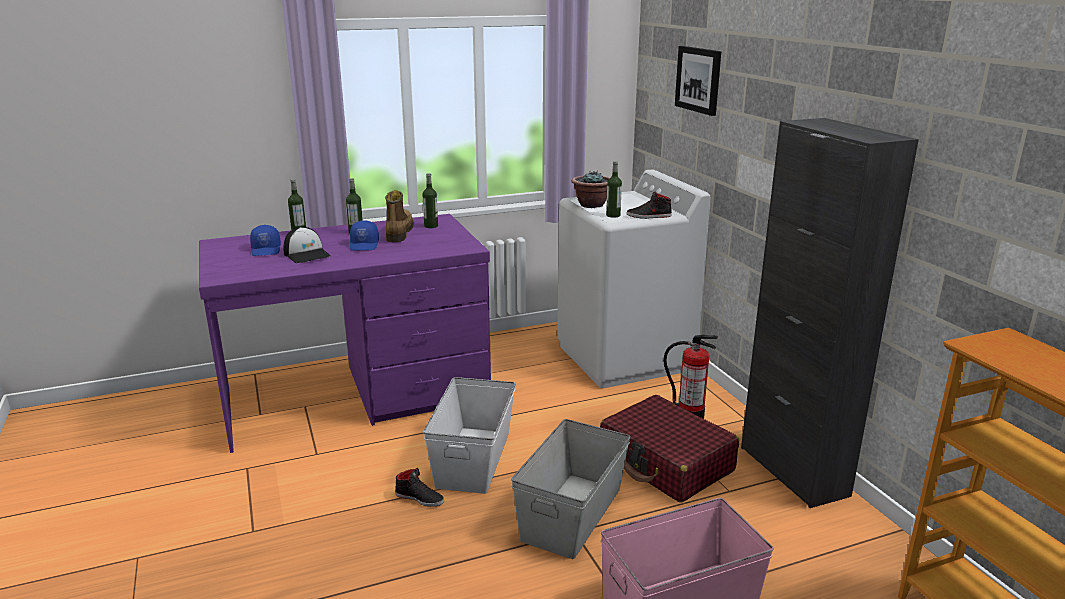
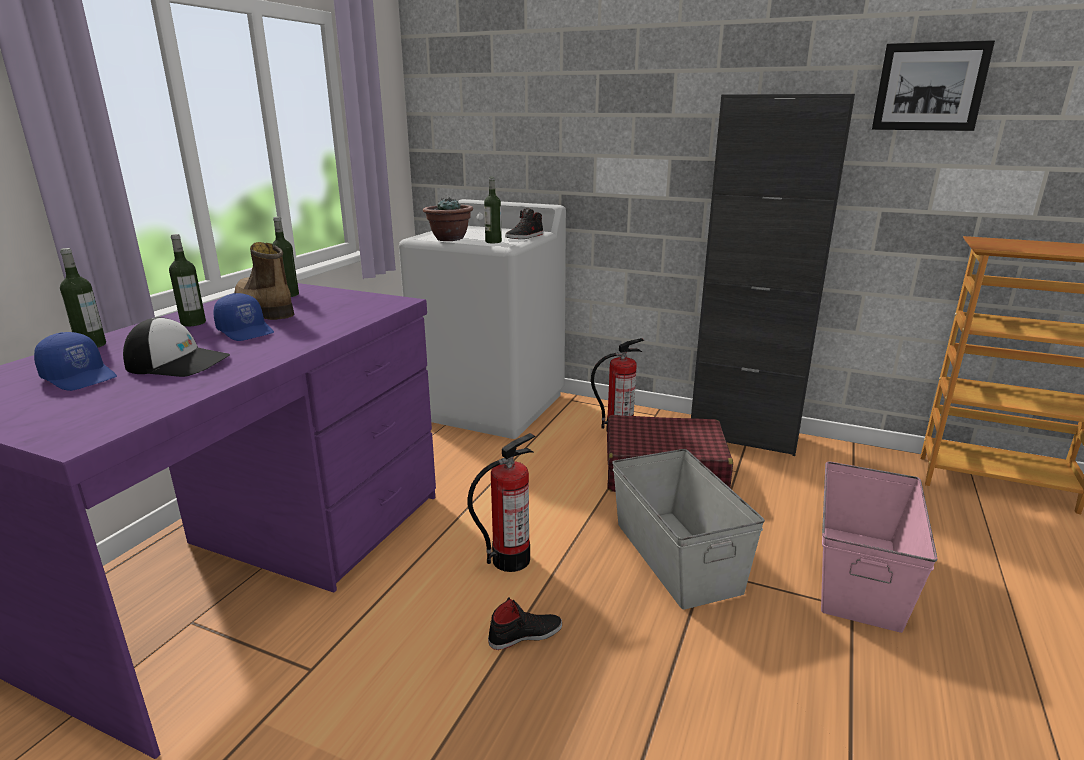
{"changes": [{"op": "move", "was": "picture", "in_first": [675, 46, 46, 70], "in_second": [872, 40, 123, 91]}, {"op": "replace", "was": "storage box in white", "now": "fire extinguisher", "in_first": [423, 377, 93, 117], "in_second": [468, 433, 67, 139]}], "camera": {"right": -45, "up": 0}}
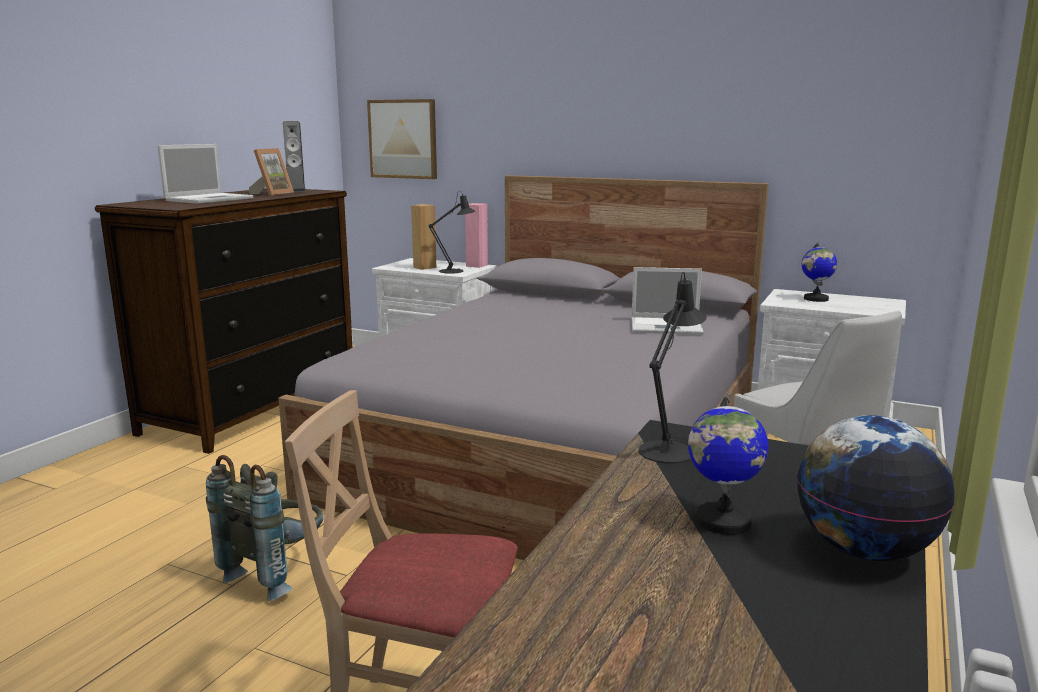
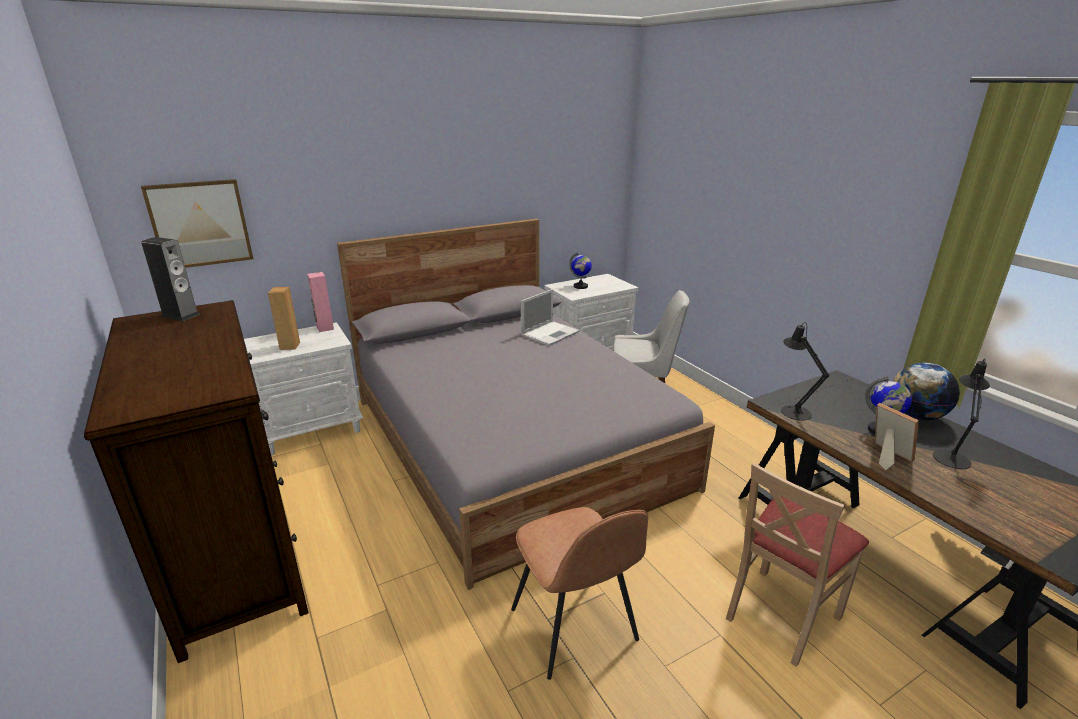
{"changes": [{"op": "delete", "was": "laptop", "in_first": [158, 144, 95, 60]}, {"op": "move", "was": "picture frame", "in_first": [249, 148, 45, 48], "in_second": [875, 403, 44, 67]}, {"op": "move", "was": "table lamp in black", "in_first": [429, 191, 46, 83], "in_second": [933, 359, 57, 110]}, {"op": "replace", "was": "backpack in grey", "now": "chair in brown", "in_first": [206, 455, 117, 146], "in_second": [511, 507, 137, 173]}], "camera": {"right": -55, "up": 10}}
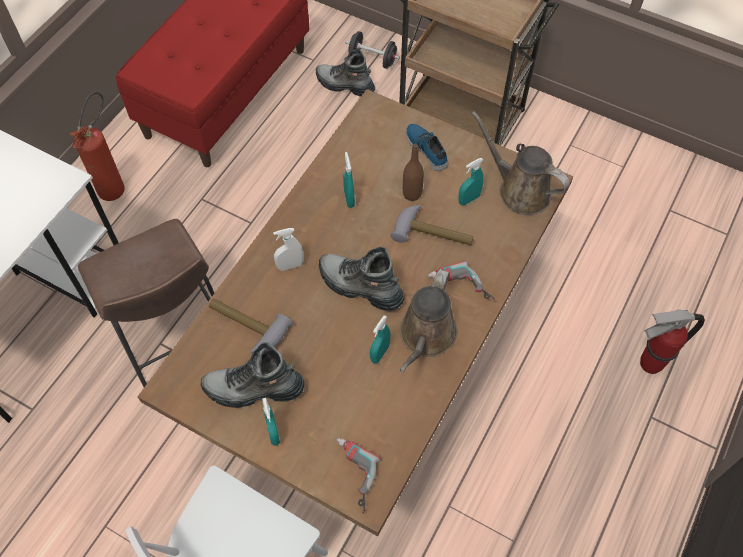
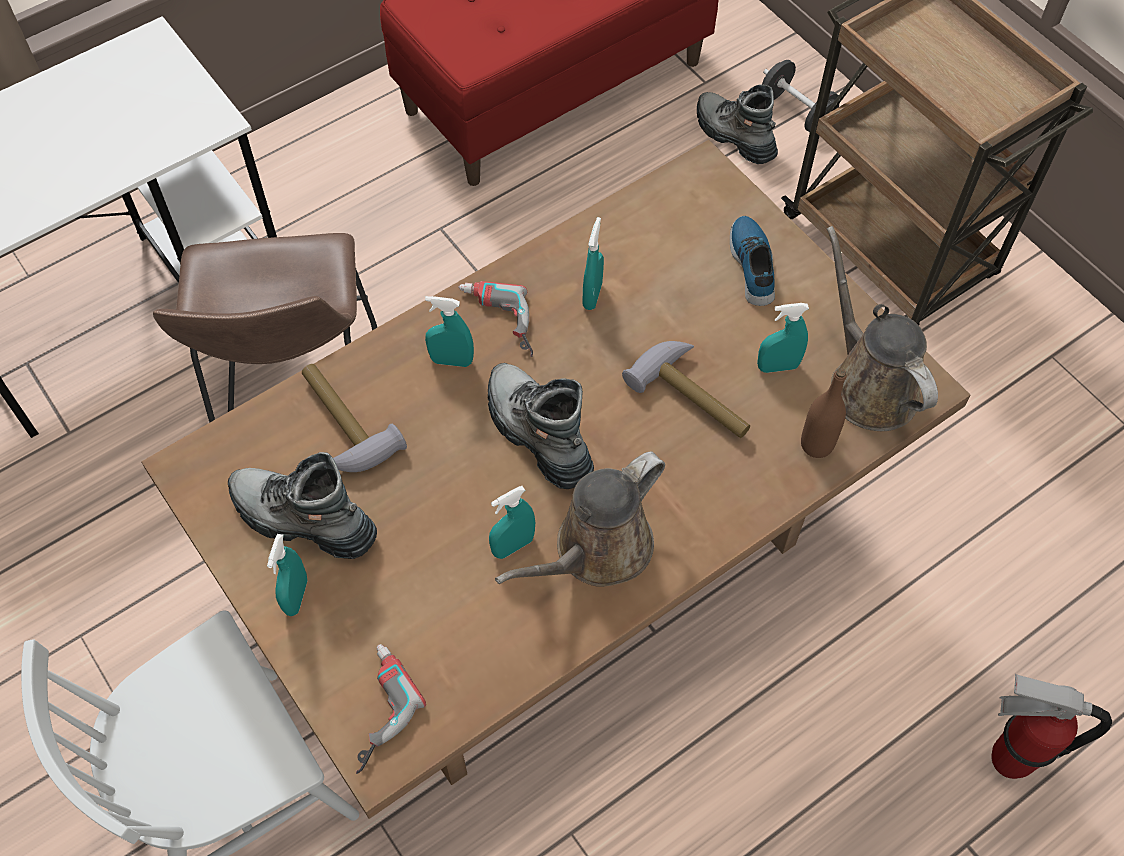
{"changes": [{"op": "delete", "was": "fire extinguisher", "in_first": [70, 91, 55, 110]}, {"op": "move", "was": "bottle in brown", "in_first": [403, 144, 21, 57], "in_second": [801, 368, 46, 90]}, {"op": "recolor", "was": "spray bottle in white", "now": "spray bottle in turquoise", "in_first": [273, 228, 30, 43], "in_second": [425, 296, 49, 71]}, {"op": "move", "was": "power drill", "in_first": [428, 261, 67, 40], "in_second": [459, 281, 74, 76]}], "camera": {"right": 25, "up": 0}}
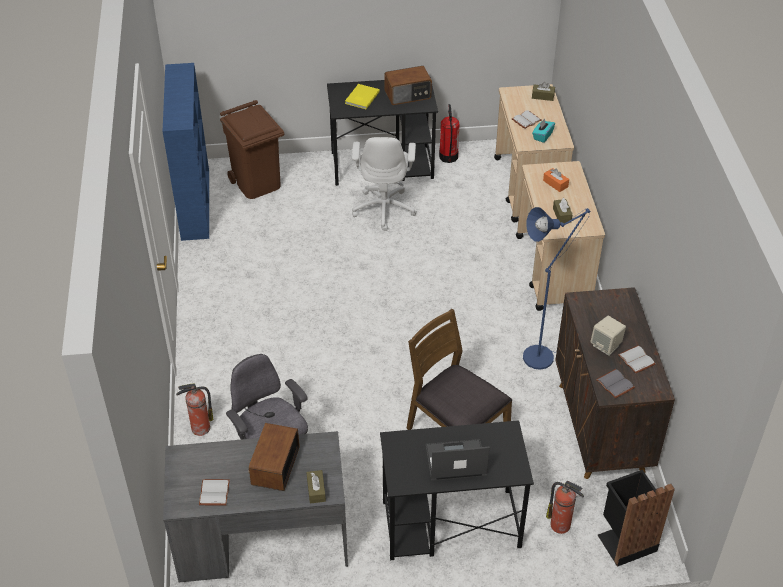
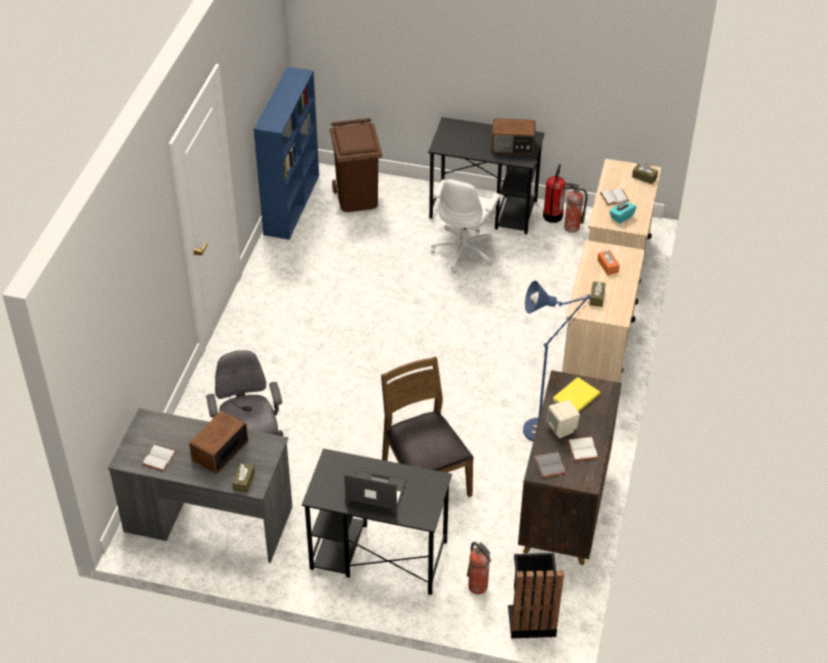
{"changes": [{"op": "move", "was": "book in yellow", "in_first": [345, 84, 35, 25], "in_second": [553, 377, 47, 35]}, {"op": "move", "was": "fire extinguisher", "in_first": [176, 383, 37, 53], "in_second": [562, 183, 26, 50]}], "camera": {"right": 20, "up": 0}}
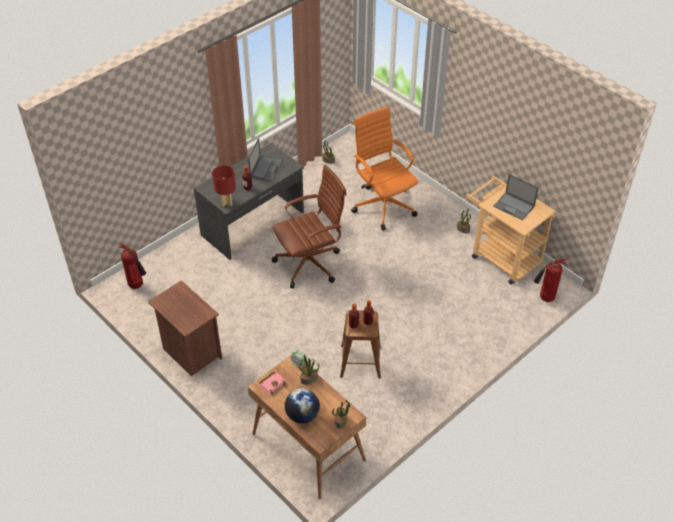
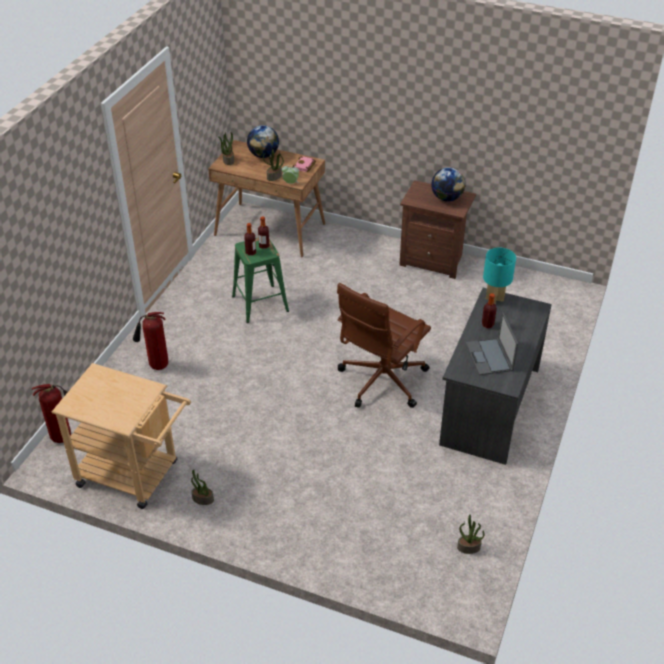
{"changes": [{"op": "delete", "was": "office chair in orange", "in_first": [351, 107, 67, 123]}, {"op": "recolor", "was": "table lamp in red", "now": "table lamp in turquoise", "in_first": [212, 165, 24, 42], "in_second": [483, 248, 33, 57]}, {"op": "delete", "was": "laptop", "in_first": [493, 174, 46, 46]}, {"op": "move", "was": "fire extinguisher", "in_first": [118, 242, 28, 47], "in_second": [133, 312, 35, 58]}, {"op": "recolor", "was": "stool in brown", "now": "stool in green", "in_first": [340, 310, 41, 69], "in_second": [232, 238, 57, 85]}, {"op": "insert", "now": "globe", "in_second": [431, 167, 34, 35]}], "camera": {"right": 155, "up": -5}}
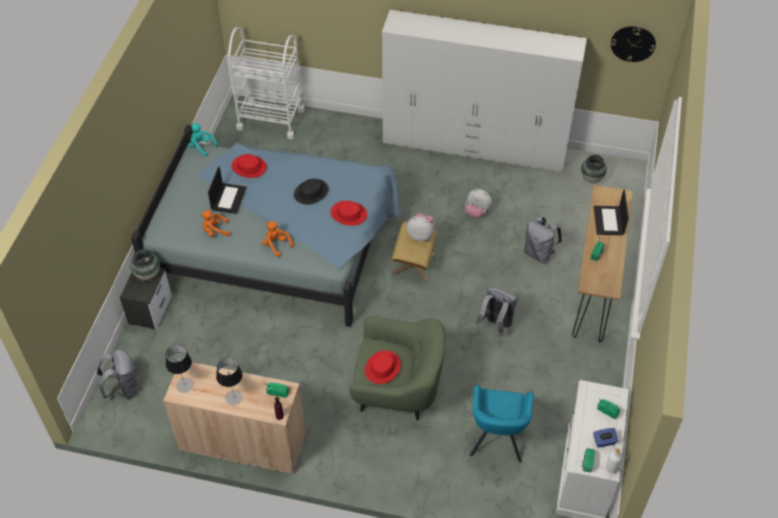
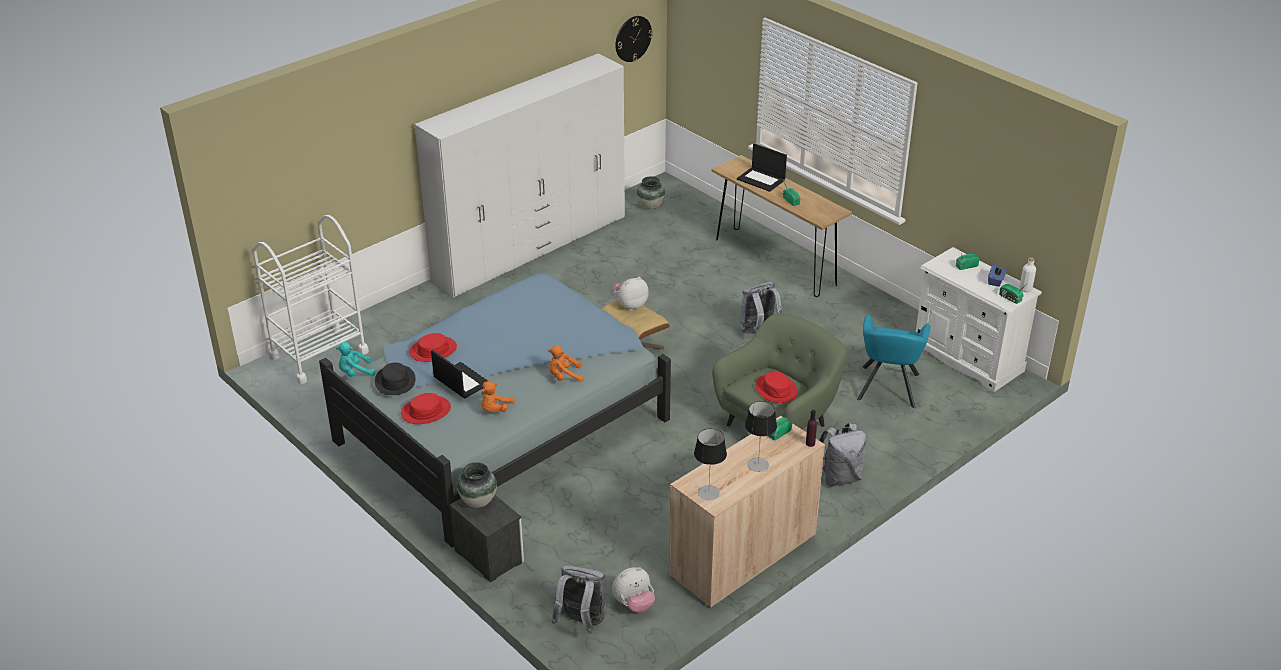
{"changes": [{"op": "move", "was": "hat in black", "in_first": [294, 179, 35, 26], "in_second": [375, 363, 41, 32]}, {"op": "move", "was": "plush toy", "in_first": [465, 189, 27, 29], "in_second": [612, 567, 43, 46]}, {"op": "move", "was": "hat in red", "in_first": [331, 201, 36, 25], "in_second": [401, 393, 50, 31]}, {"op": "move", "was": "backpack in grey", "in_first": [524, 216, 38, 47], "in_second": [819, 423, 47, 63]}, {"op": "rotate", "was": "armchair in turquoise", "in_first": [470, 385, 64, 78], "in_second": [857, 315, 73, 93], "clockwise": 60}], "camera": {"right": -55, "up": -15}}
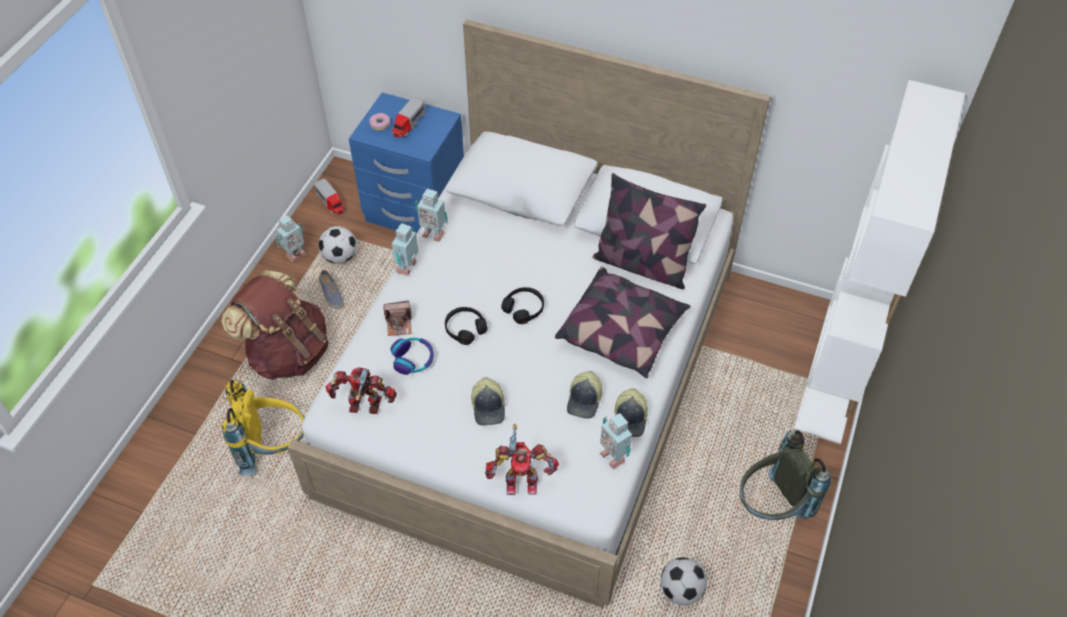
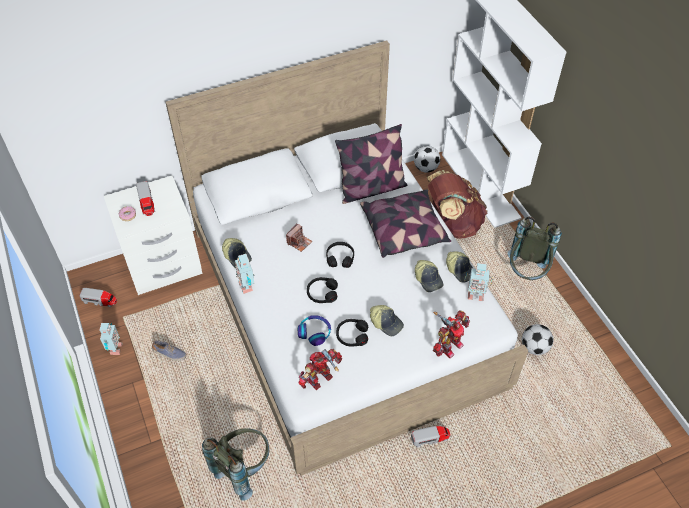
{"changes": [{"op": "recolor", "was": "nightstand in blue", "now": "nightstand in white", "in_first": [349, 92, 115, 142], "in_second": [104, 176, 99, 119]}, {"op": "replace", "was": "toy robot", "now": "cap", "in_first": [415, 189, 33, 53], "in_second": [222, 238, 30, 30]}, {"op": "move", "was": "football", "in_first": [319, 226, 38, 38], "in_second": [414, 146, 26, 27]}, {"op": "move", "was": "backpack in brown", "in_first": [221, 270, 107, 110], "in_second": [427, 170, 61, 69]}, {"op": "move", "was": "photo camera", "in_first": [383, 300, 29, 36], "in_second": [286, 223, 26, 29]}, {"op": "recolor", "was": "backpack in yellow", "now": "backpack in grey", "in_first": [221, 379, 84, 97], "in_second": [202, 428, 67, 73]}, {"op": "insert", "now": "headphones in black", "in_second": [336, 319, 32, 28]}, {"op": "insert", "now": "toy truck", "in_second": [411, 426, 39, 22]}], "camera": {"right": -45, "up": 0}}
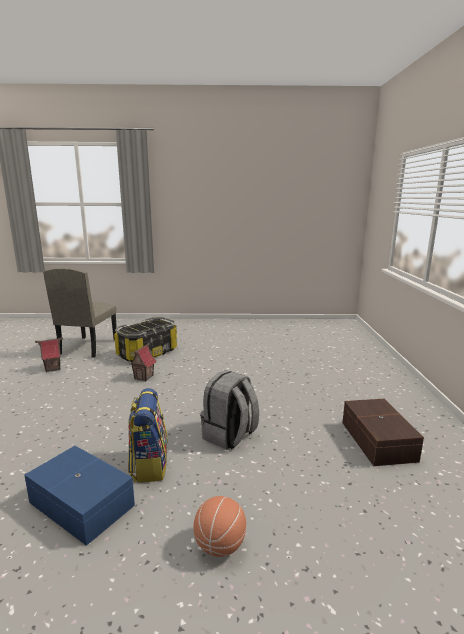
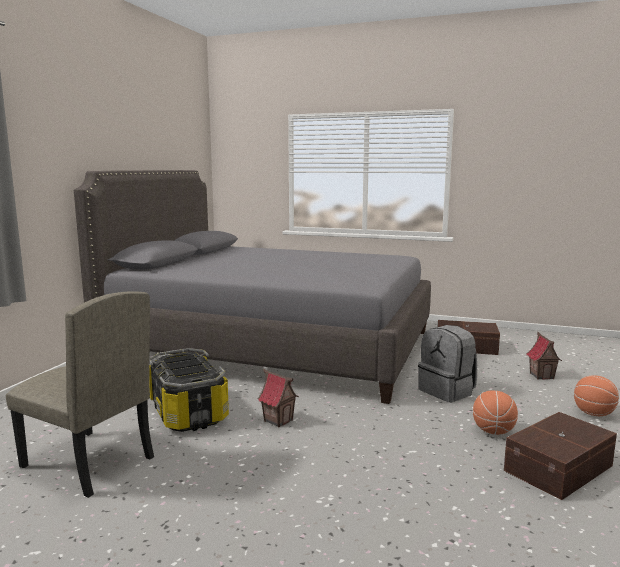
{"changes": [{"op": "move", "was": "toy house", "in_first": [35, 338, 28, 34], "in_second": [526, 332, 36, 48]}, {"op": "replace", "was": "backpack", "now": "basketball", "in_first": [128, 388, 40, 95], "in_second": [473, 390, 45, 45]}, {"op": "recolor", "was": "storage box in blue", "now": "storage box in brown", "in_first": [24, 446, 111, 100], "in_second": [504, 412, 113, 88]}, {"op": "insert", "now": "bed in grey", "in_second": [73, 170, 358, 234]}], "camera": {"right": -70, "up": -5}}
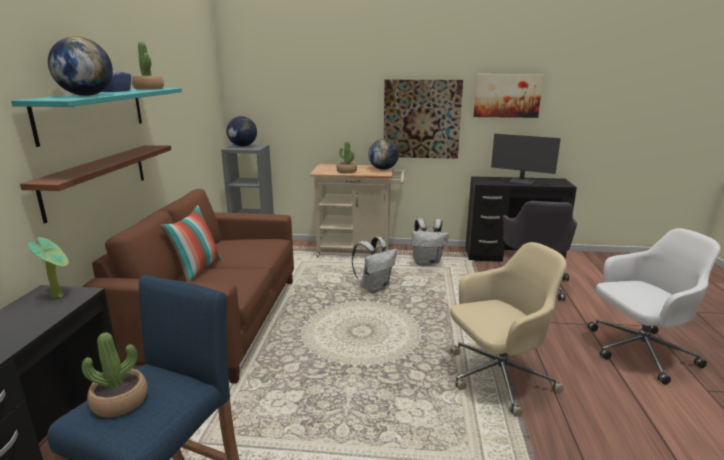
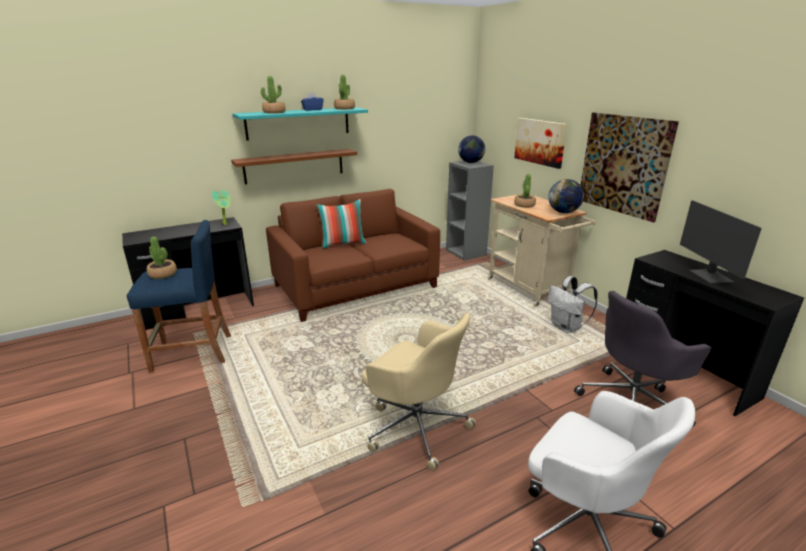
{"changes": [{"op": "replace", "was": "globe", "now": "potted plant", "in_first": [48, 37, 65, 59], "in_second": [261, 76, 25, 38]}, {"op": "move", "was": "picture", "in_first": [473, 74, 70, 44], "in_second": [514, 118, 53, 51]}, {"op": "delete", "was": "backpack in white", "in_first": [352, 237, 45, 56]}], "camera": {"right": 55, "up": 5}}
